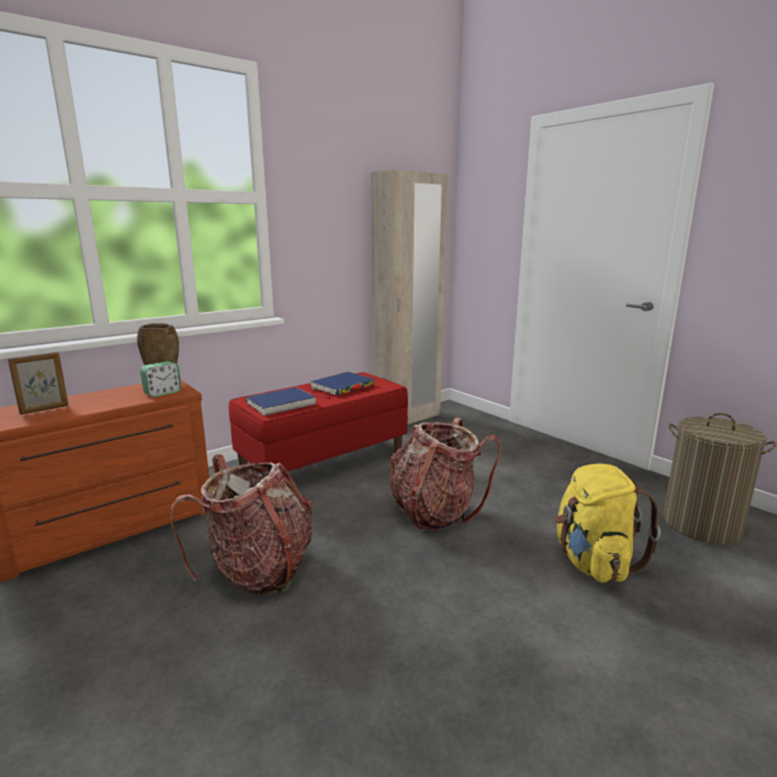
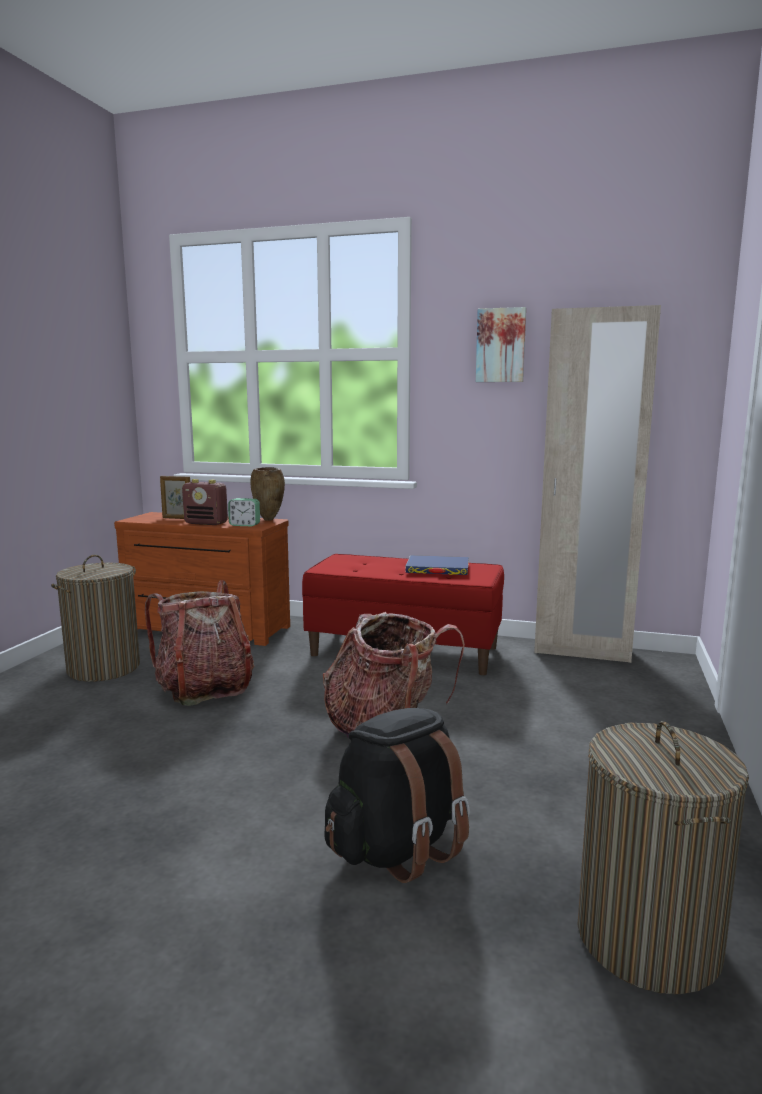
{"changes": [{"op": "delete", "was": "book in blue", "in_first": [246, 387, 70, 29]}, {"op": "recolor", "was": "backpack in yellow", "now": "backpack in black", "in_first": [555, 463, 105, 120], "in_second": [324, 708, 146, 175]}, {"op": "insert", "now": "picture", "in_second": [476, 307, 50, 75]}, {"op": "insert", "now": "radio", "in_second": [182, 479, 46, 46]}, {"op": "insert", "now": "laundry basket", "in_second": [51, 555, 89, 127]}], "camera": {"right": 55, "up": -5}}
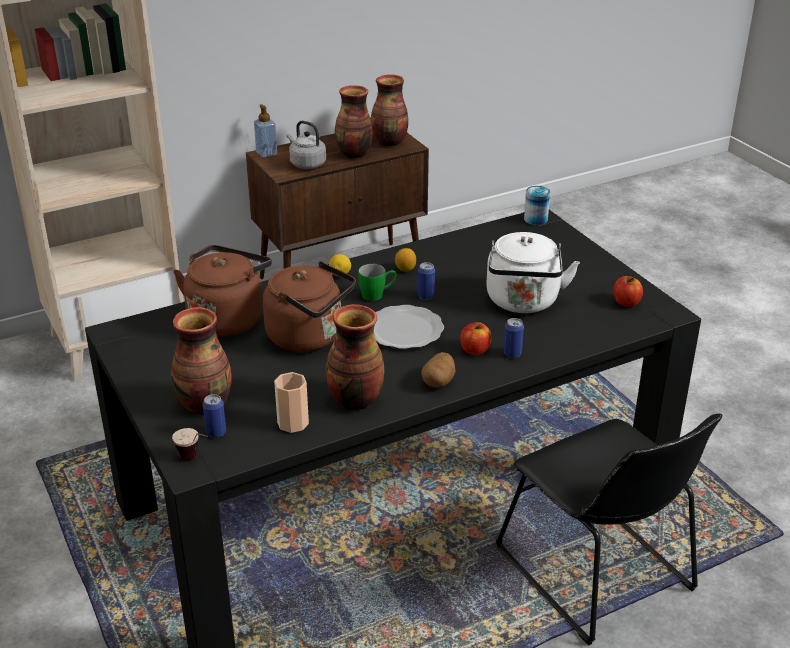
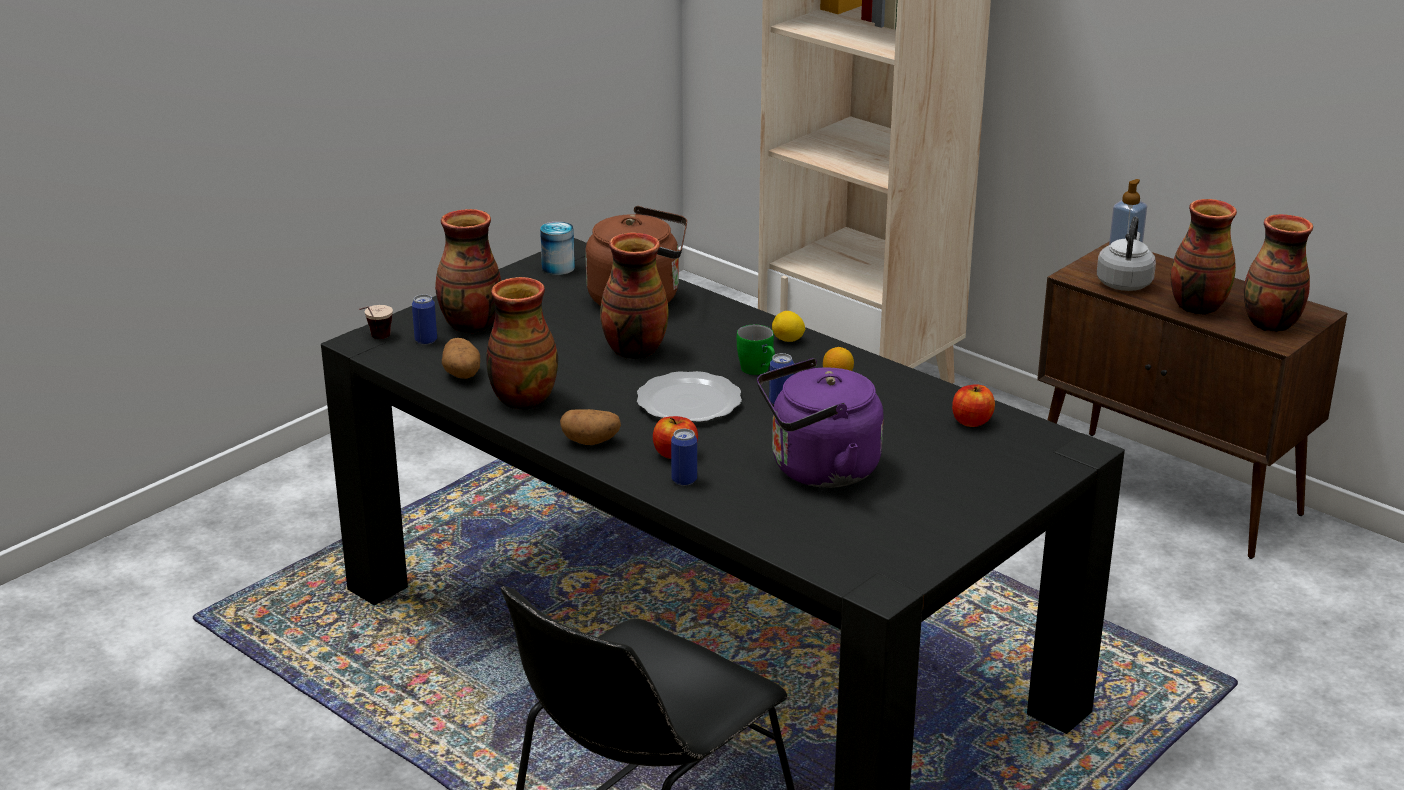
{"changes": [{"op": "move", "was": "can", "in_first": [524, 186, 26, 39], "in_second": [540, 222, 35, 53]}, {"op": "recolor", "was": "kettle in white", "now": "kettle in purple", "in_first": [486, 232, 94, 81], "in_second": [757, 358, 127, 130]}, {"op": "replace", "was": "kettle in brown", "now": "vase", "in_first": [263, 261, 93, 91], "in_second": [600, 232, 68, 127]}, {"op": "move", "was": "apple", "in_first": [613, 276, 30, 31], "in_second": [952, 385, 43, 42]}, {"op": "replace", "was": "cup", "now": "potato", "in_first": [274, 372, 35, 61], "in_second": [442, 338, 38, 41]}], "camera": {"right": 70, "up": -5}}
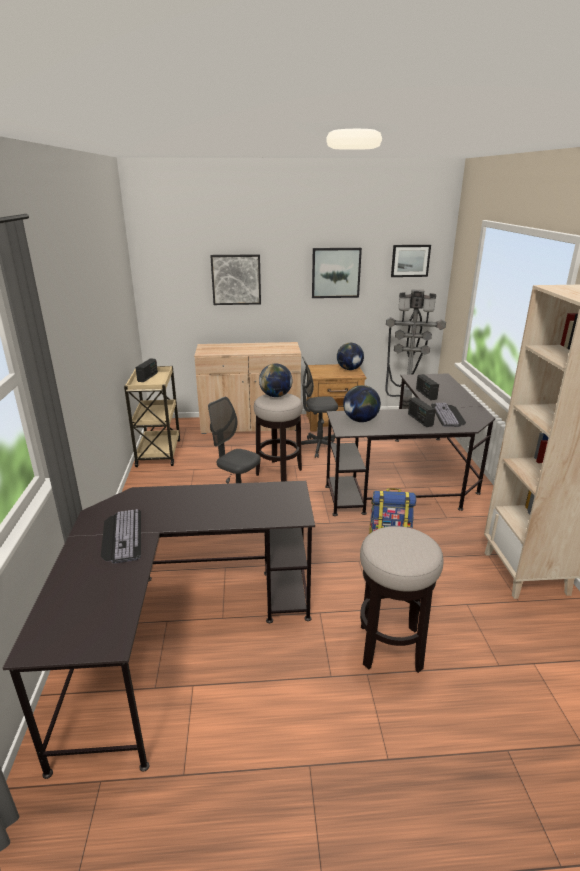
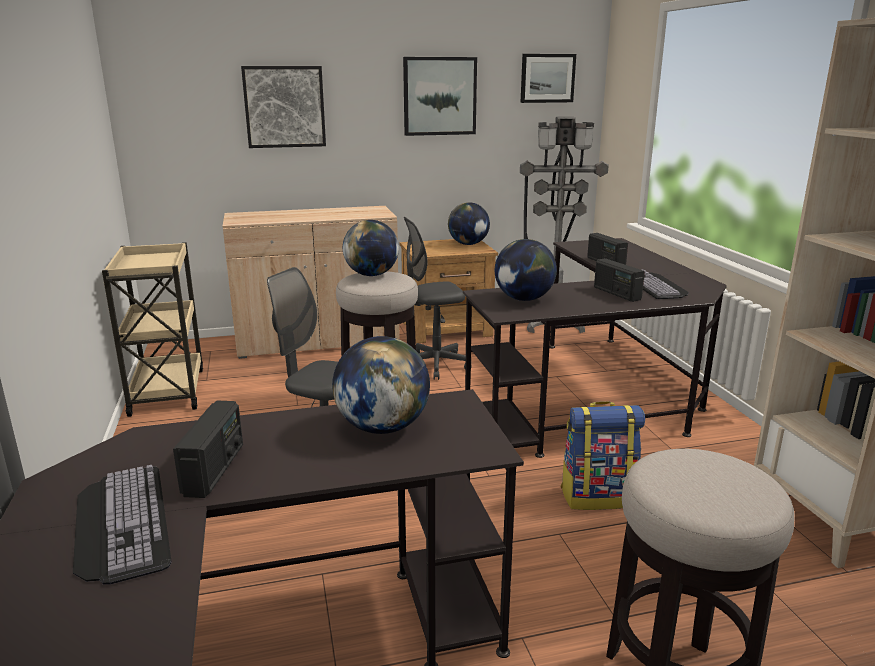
{"changes": [{"op": "move", "was": "radio", "in_first": [135, 358, 23, 24], "in_second": [173, 401, 70, 97]}, {"op": "insert", "now": "globe", "in_second": [332, 336, 98, 98]}], "camera": {"right": -10, "up": -5}}
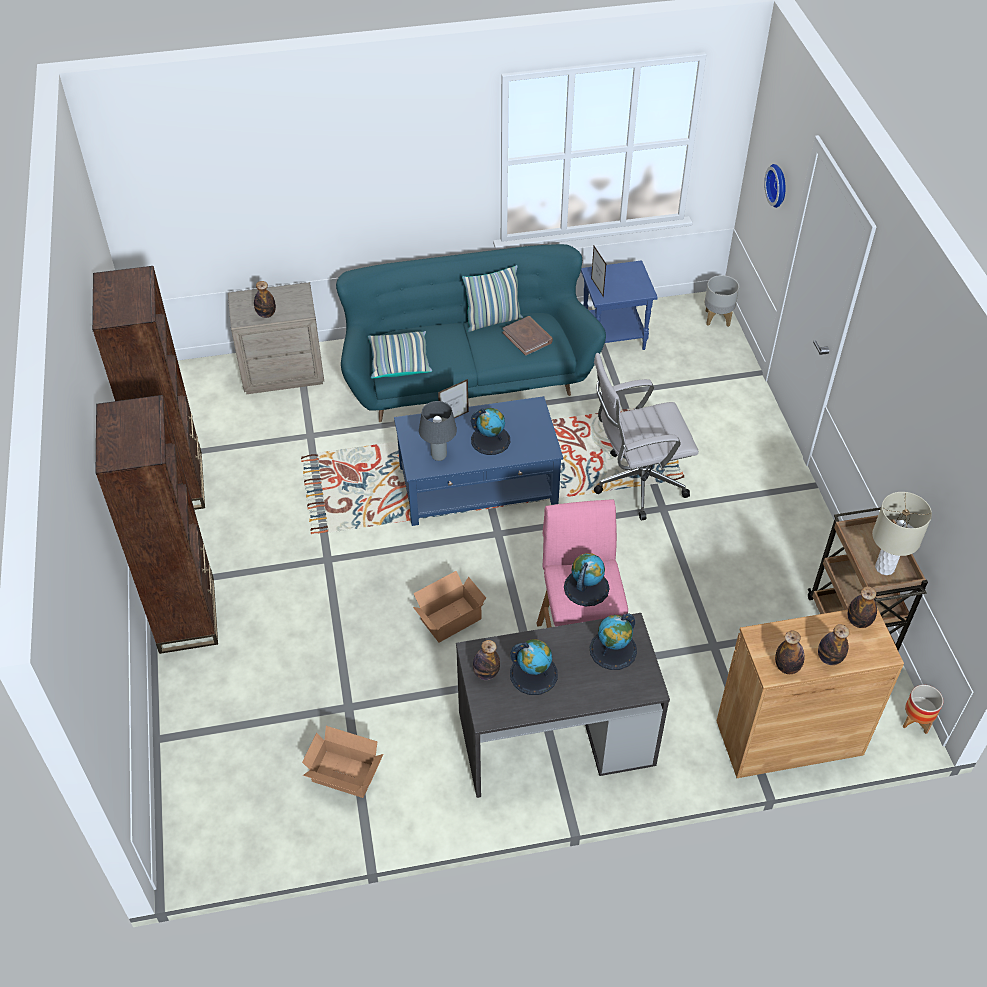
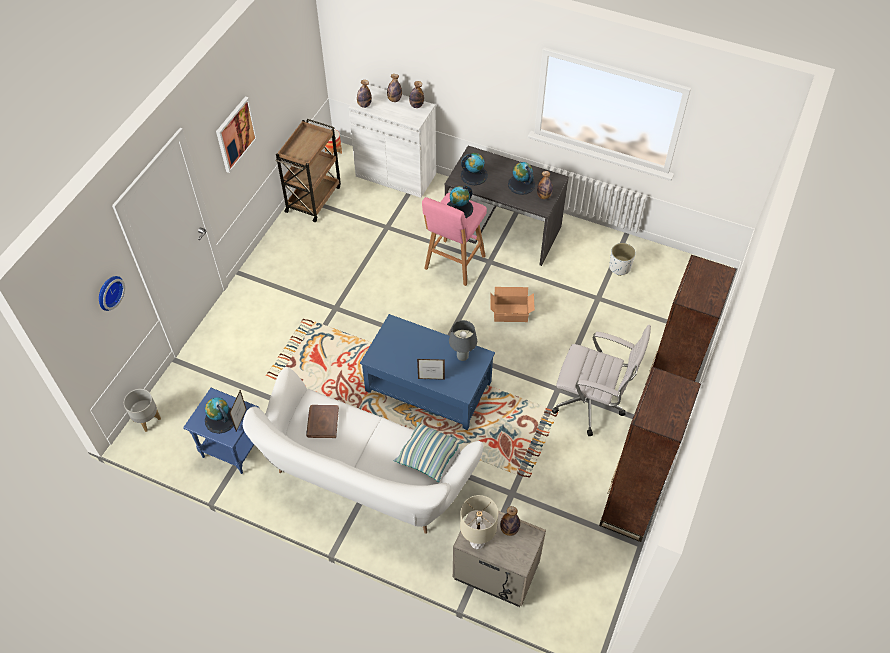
{"changes": [{"op": "recolor", "was": "sofa in turquoise", "now": "sofa in white", "in_first": [336, 244, 270, 178], "in_second": [243, 367, 240, 167]}, {"op": "delete", "was": "pillow", "in_first": [462, 265, 61, 67]}, {"op": "move", "was": "office chair in white", "in_first": [594, 353, 105, 168], "in_second": [552, 325, 99, 111]}, {"op": "move", "was": "globe", "in_first": [471, 408, 39, 47], "in_second": [205, 397, 29, 37]}, {"op": "move", "was": "table lamp in beige", "in_first": [872, 492, 60, 83], "in_second": [460, 495, 38, 54]}, {"op": "recolor", "was": "cabinet in brown", "now": "cabinet in white", "in_first": [716, 608, 188, 170], "in_second": [349, 85, 87, 113]}, {"op": "replace", "was": "cardboard box", "now": "planter in white", "in_first": [302, 726, 81, 72], "in_second": [609, 243, 27, 33]}, {"op": "insert", "now": "picture", "in_second": [216, 96, 41, 77]}], "camera": {"right": -145, "up": 5}}
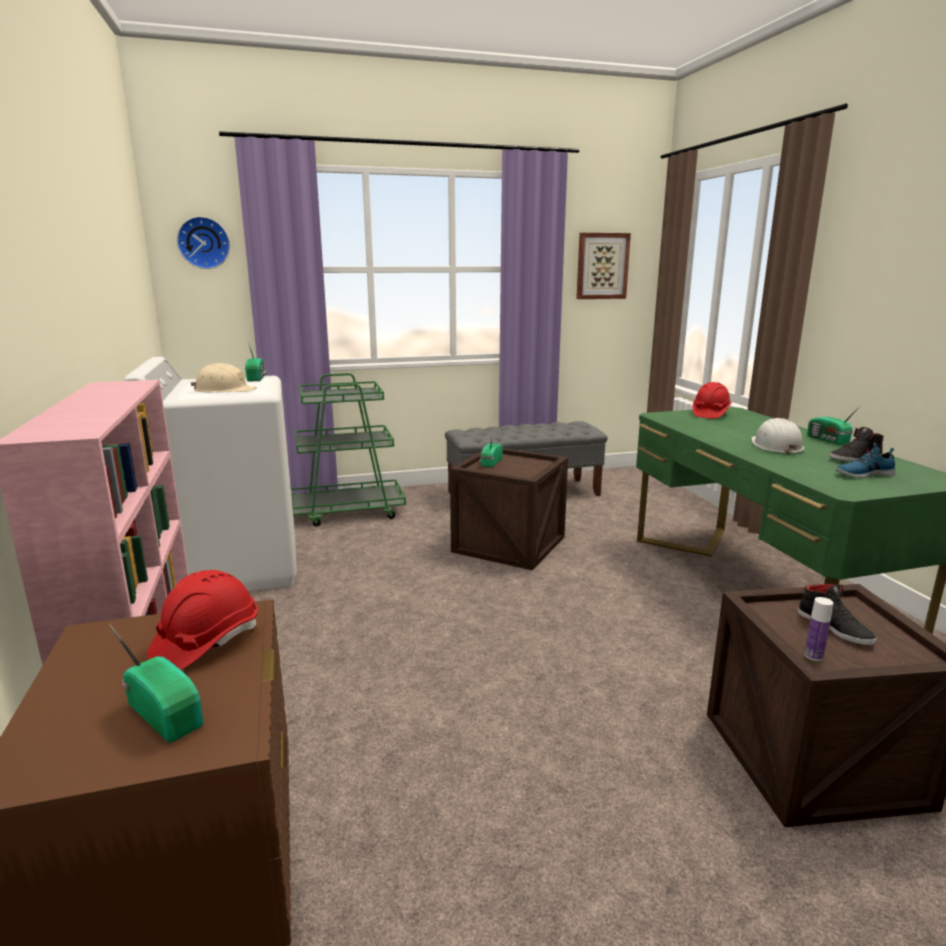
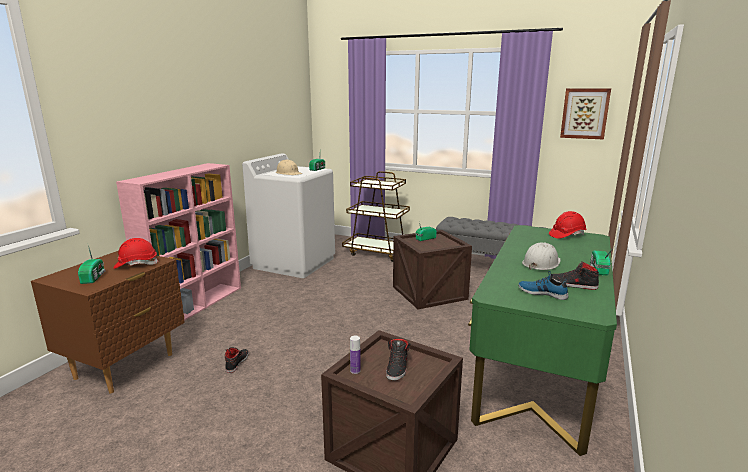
{"changes": [{"op": "delete", "was": "wall clock", "in_first": [177, 216, 53, 53]}, {"op": "recolor", "was": "cart in green", "now": "cart in brown", "in_first": [291, 373, 115, 154], "in_second": [342, 171, 68, 91]}, {"op": "insert", "now": "shoe in black", "in_second": [225, 347, 24, 26]}], "camera": {"right": 40, "up": 0}}
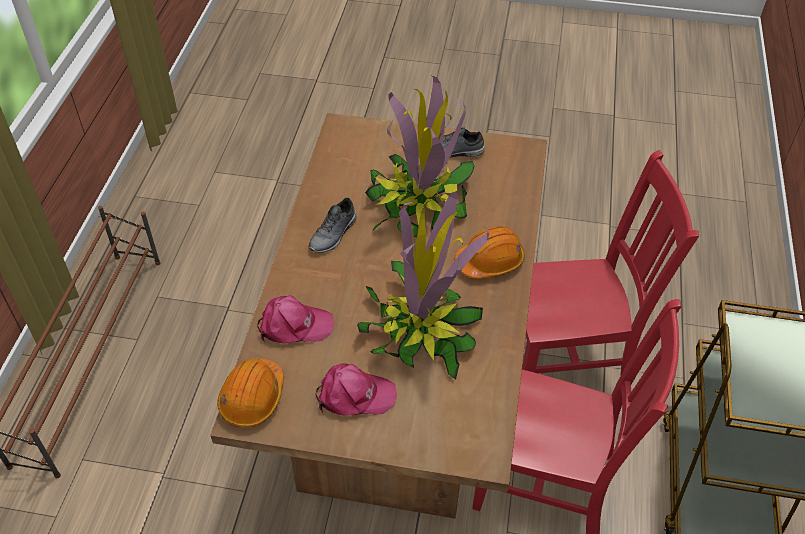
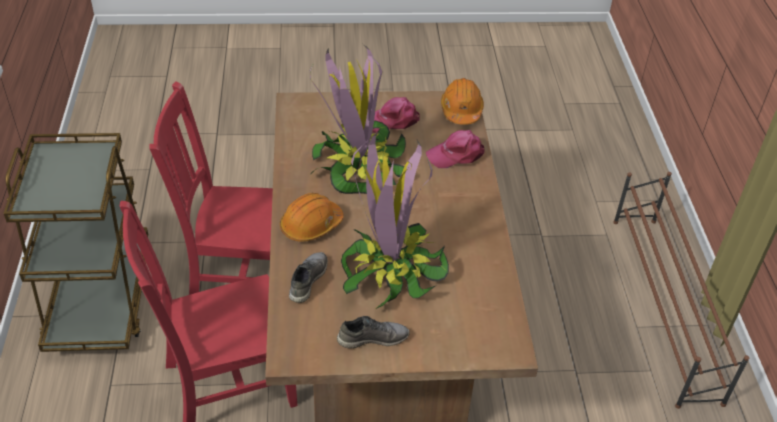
{"changes": [{"op": "move", "was": "shoe in grey", "in_first": [308, 198, 49, 55], "in_second": [289, 252, 39, 51]}], "camera": {"right": 165, "up": -5}}
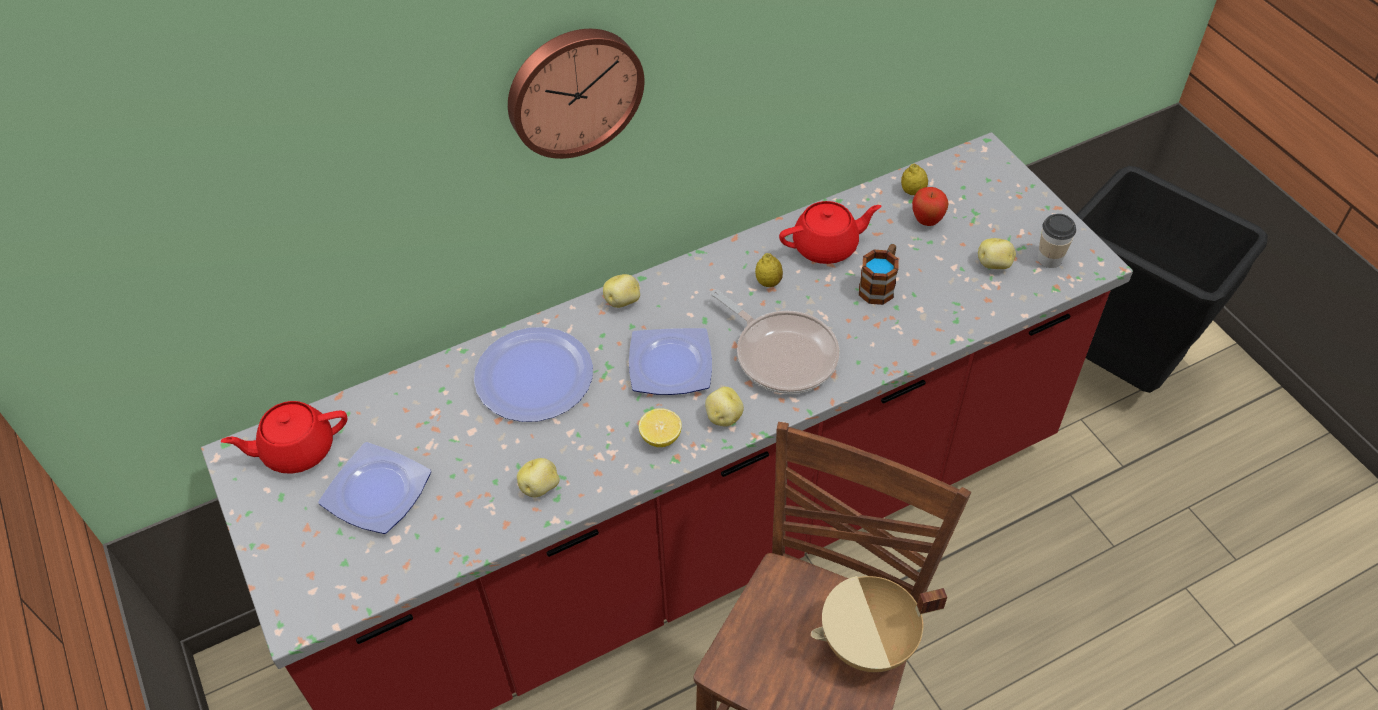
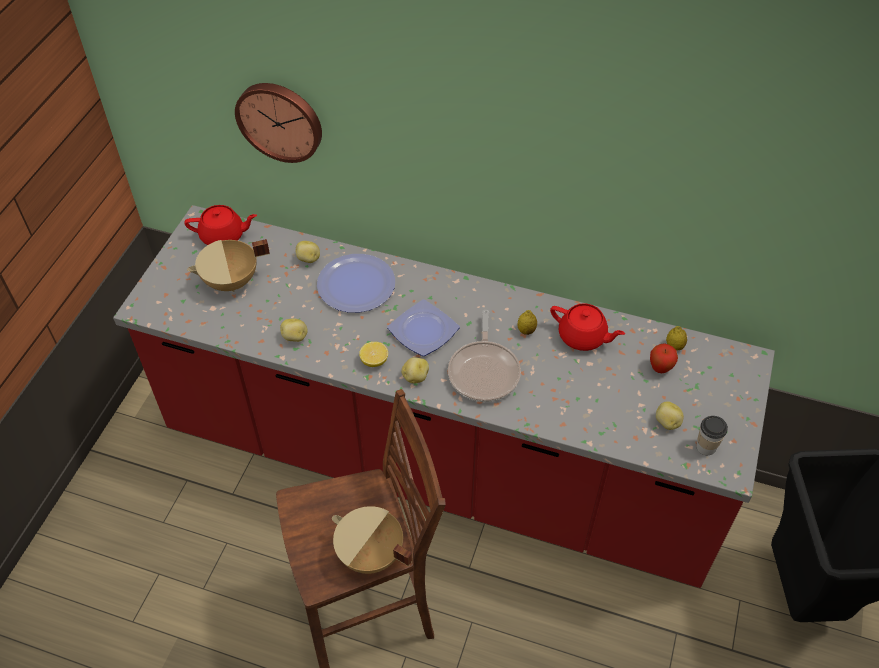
{"changes": [{"op": "move", "was": "wall clock", "in_first": [508, 29, 137, 130], "in_second": [235, 83, 87, 80]}, {"op": "delete", "was": "mug", "in_first": [859, 244, 40, 61]}, {"op": "move", "was": "potato", "in_first": [603, 274, 37, 34], "in_second": [296, 241, 24, 22]}, {"op": "rotate", "was": "teapot in red", "in_first": [221, 401, 126, 73], "in_second": [184, 205, 73, 40], "clockwise": 150}, {"op": "replace", "was": "plate", "now": "cooking pot in beige", "in_first": [318, 442, 113, 92], "in_second": [187, 239, 83, 53]}], "camera": {"right": 45, "up": 0}}
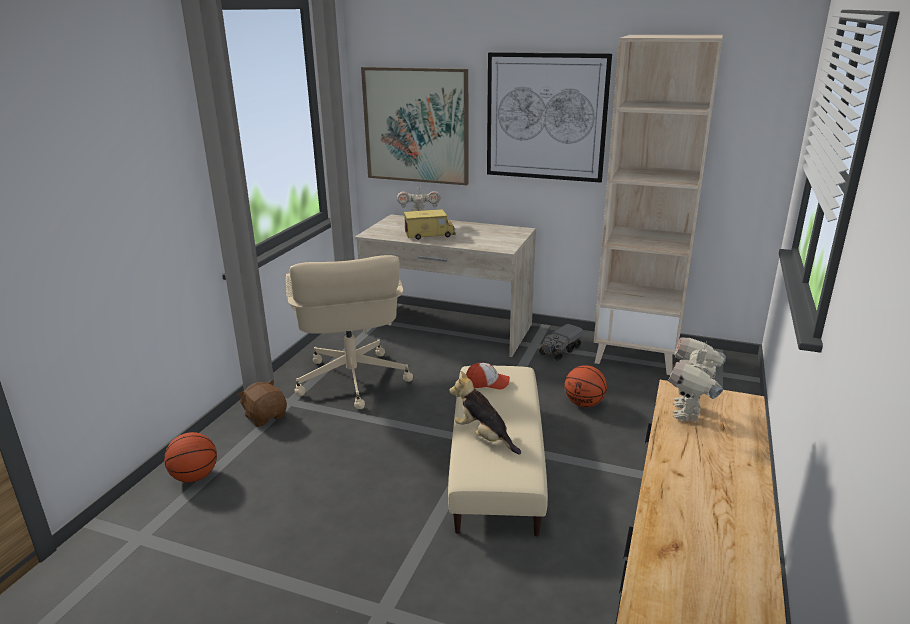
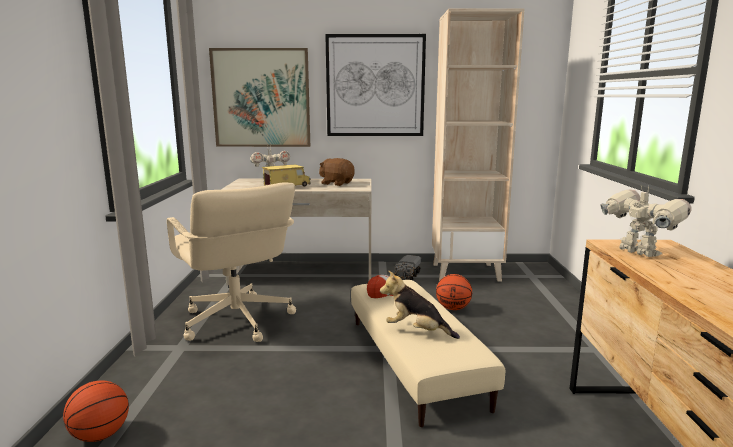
{"changes": [{"op": "rotate", "was": "toy robot", "in_first": [668, 337, 58, 85], "in_second": [600, 186, 91, 71], "clockwise": 150}, {"op": "move", "was": "plush toy in brown", "in_first": [237, 380, 50, 47], "in_second": [319, 158, 36, 28]}], "camera": {"right": -20, "up": -10}}
